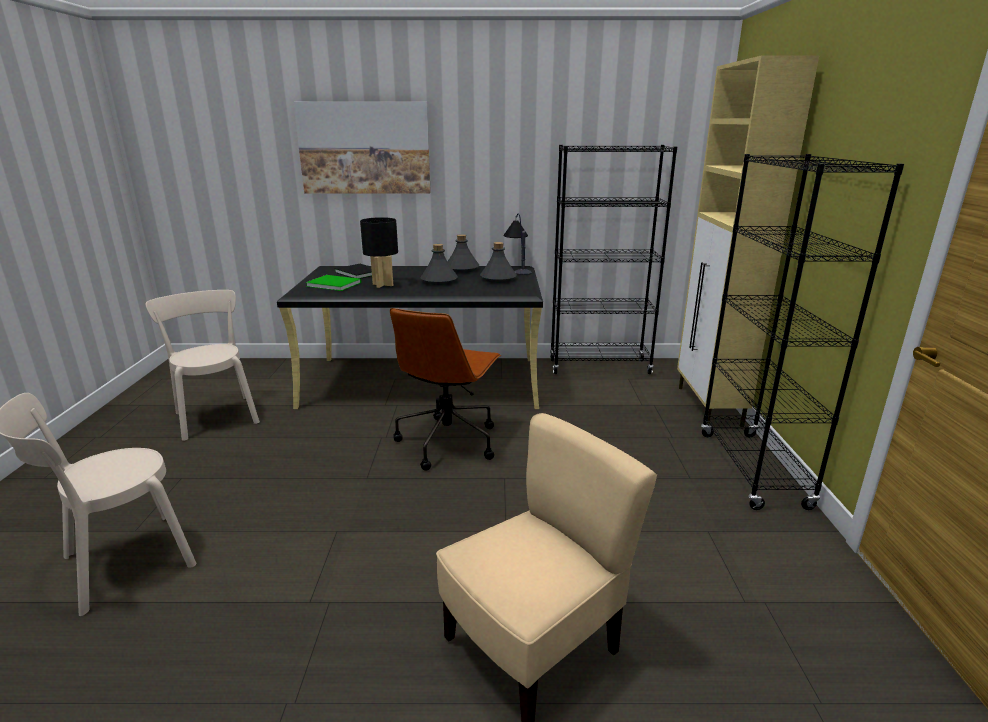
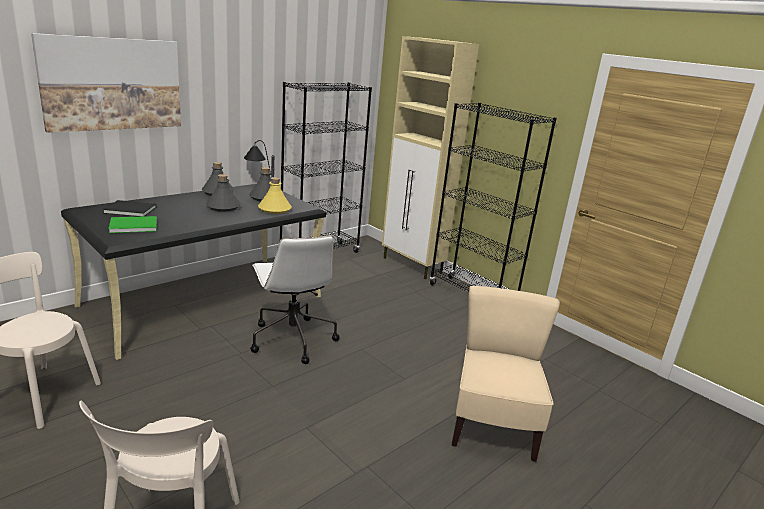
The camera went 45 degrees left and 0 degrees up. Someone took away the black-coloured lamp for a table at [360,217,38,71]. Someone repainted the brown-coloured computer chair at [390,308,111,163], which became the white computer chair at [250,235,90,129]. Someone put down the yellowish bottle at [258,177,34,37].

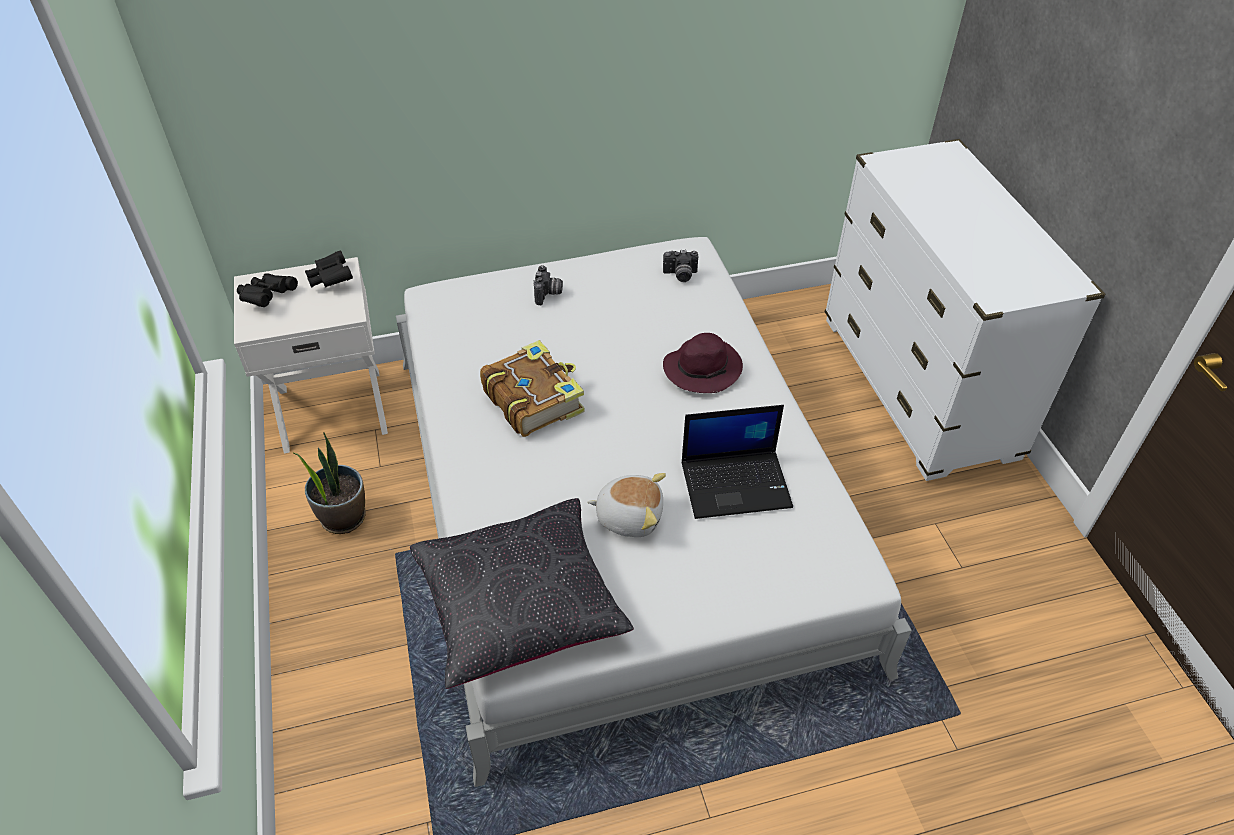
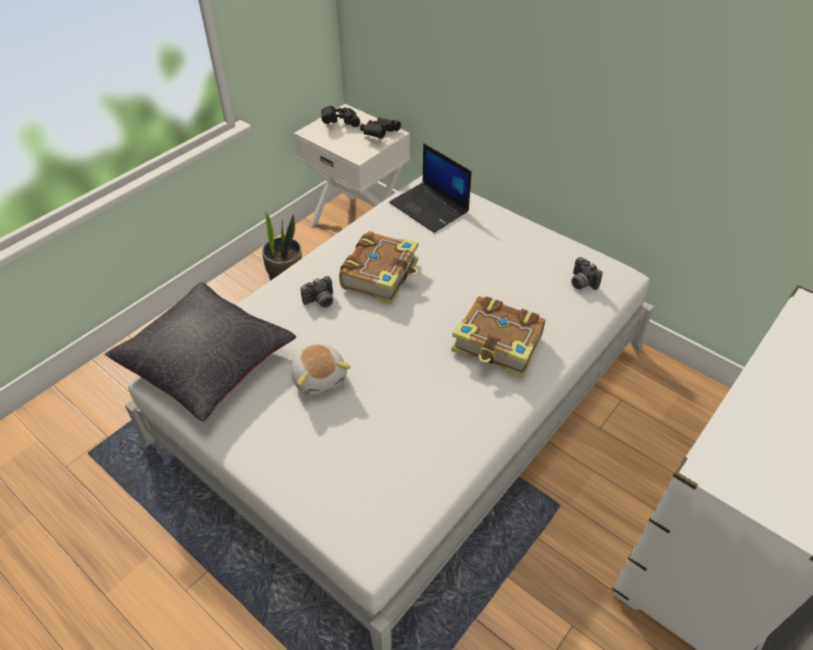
The camera went 55 degrees right and 0 degrees up. Someone carried the still camera from [534,265,29,40] to [300,276,33,32]. Someone swapped the purplish wearable hat at [663,333,80,60] for the book at [451,296,94,82]. Someone carried the laptop from [682,405,111,114] to [389,143,83,90].

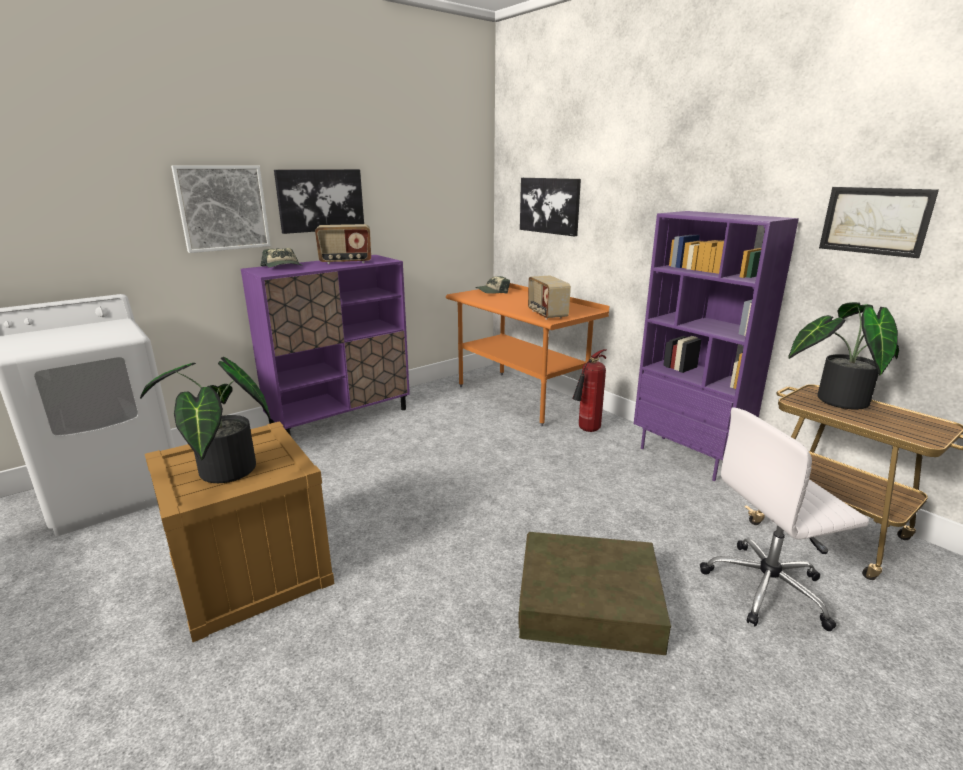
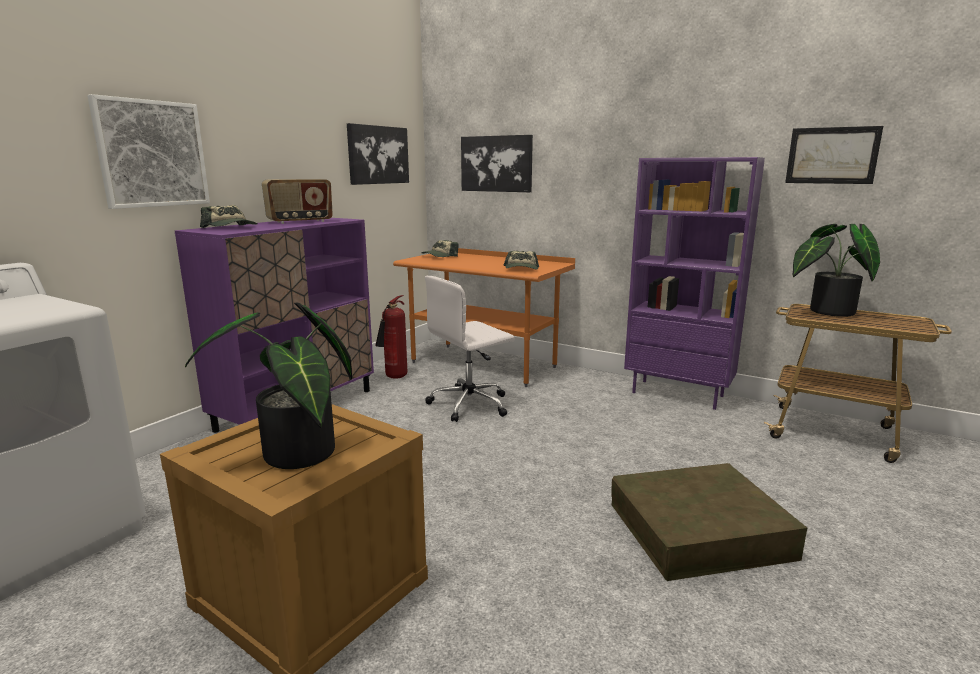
The camera went 20 degrees left and 5 degrees down. Someone carried the picture from [274,169,90,65] to [347,123,62,62]. Someone swapped the radio receiver at [528,275,43,45] for the peaked cap at [503,251,36,19]. Someone carried the extinguisher from [572,349,34,83] to [375,295,32,84]. Someone carried the white computer chair from [700,407,169,224] to [425,276,89,146].

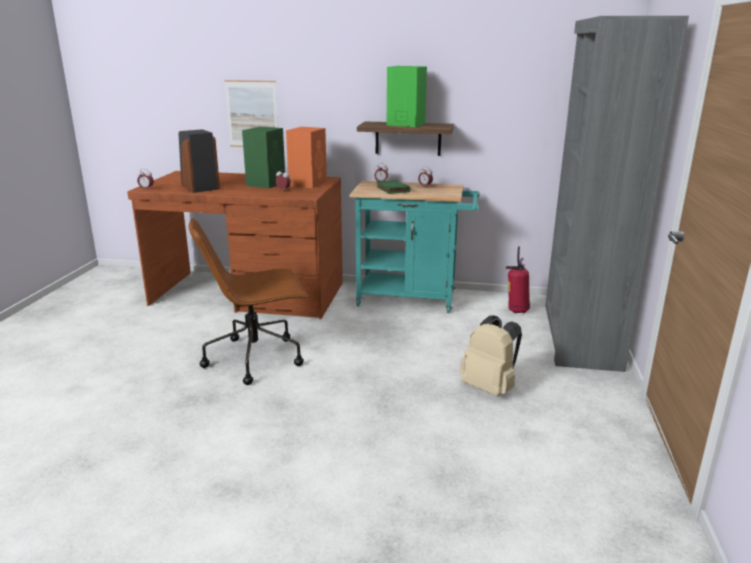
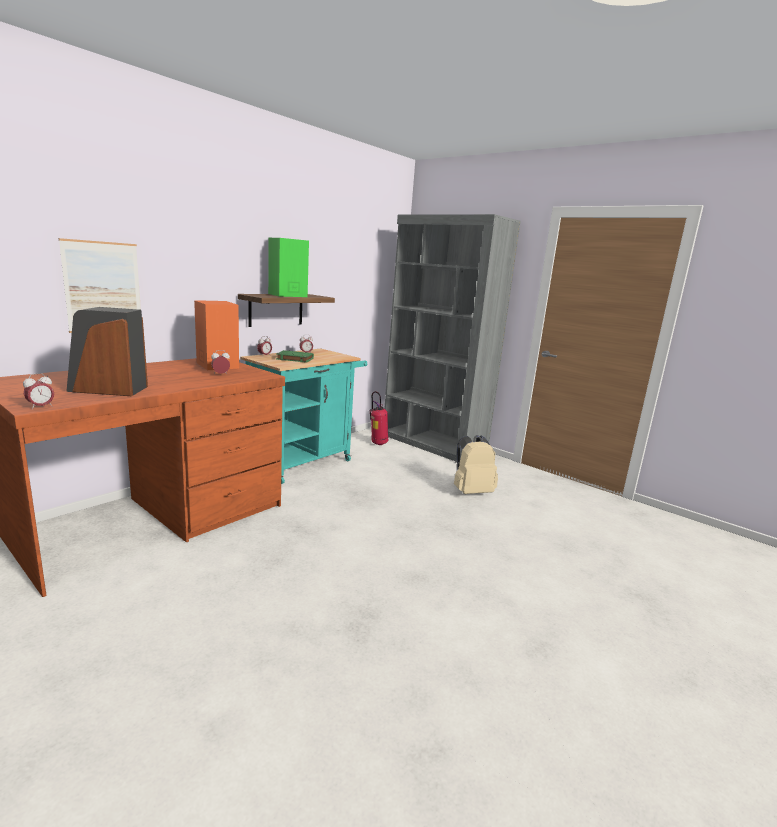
The camera went 60 degrees left and 5 degrees down. Someone took away the brown-coloured computer chair at [189,218,119,167]. Someone took away the greenish audio speaker at [242,127,43,61].

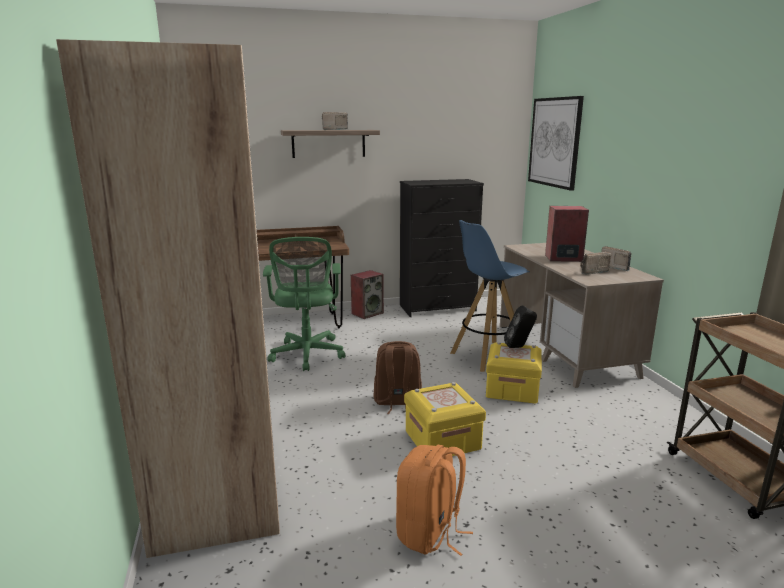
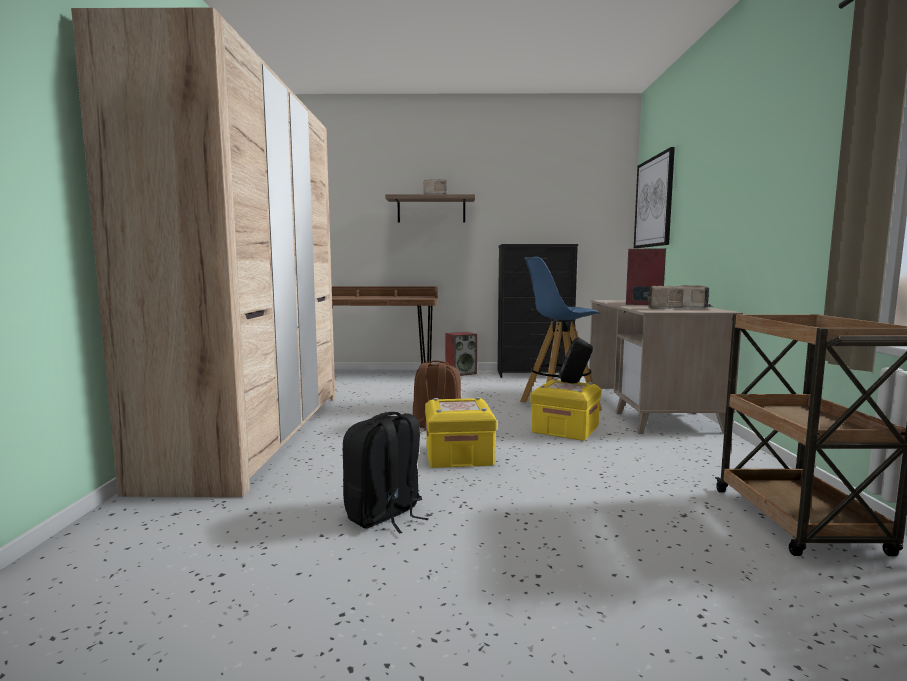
The camera went 15 degrees right and 10 degrees down. Someone took away the greenish computer chair at [263,237,83,134]. Someone repainted the orange rucksack at [396,445,77,111], which became the black-coloured rucksack at [343,412,86,122].

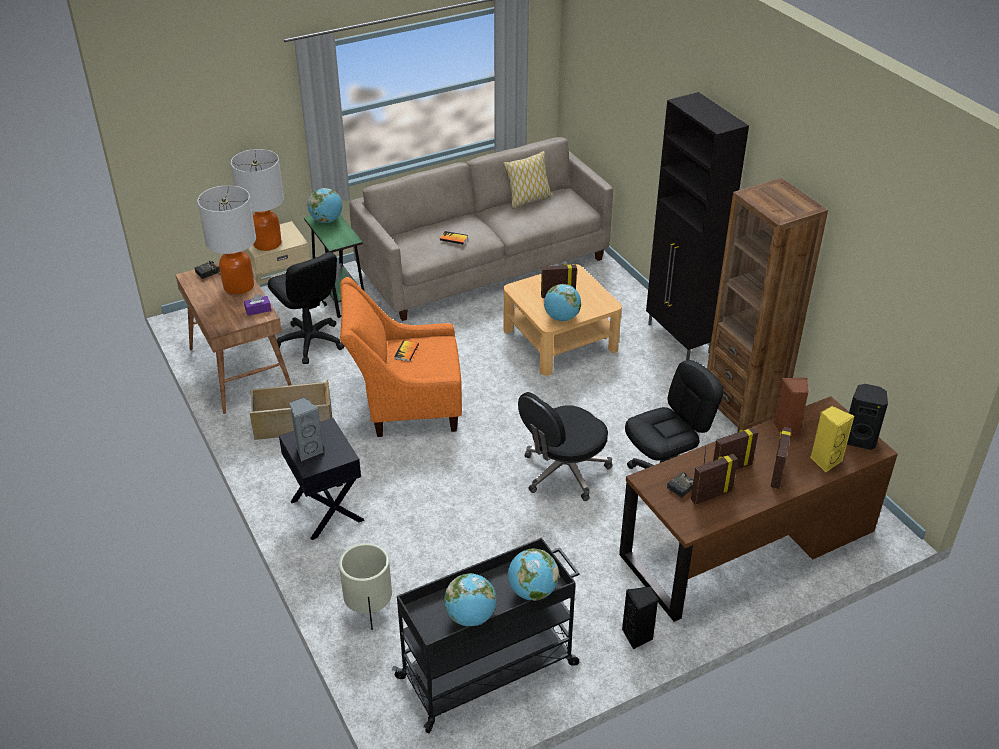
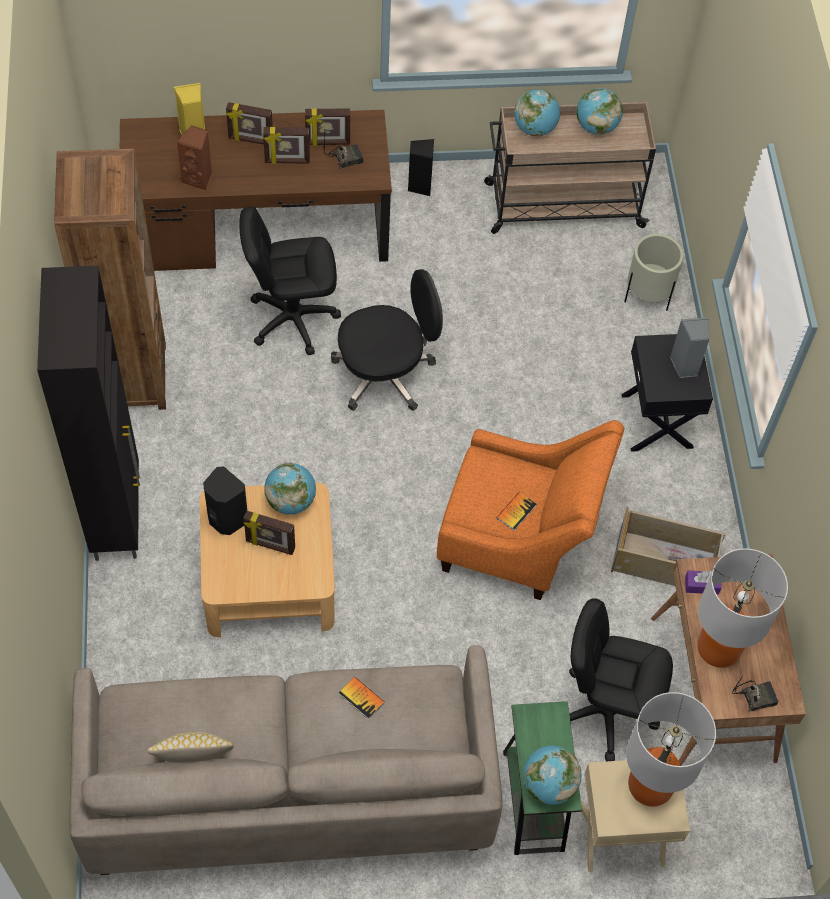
The camera went 160 degrees left and 20 degrees up. Someone rotated the black-coloured computer chair at [268,252,77,112] by 60 degrees counterclockwise. Someone repainted the black-coloured wheeled cart at [392,538,187,195], which became the beige wheeled cart at [484,102,172,132]. Someone rotated the standing frame at [771,427,20,62] by 60 degrees clockwise. Someone carried the black-coloured audio speaker from [847,384,41,66] to [203,466,44,69].

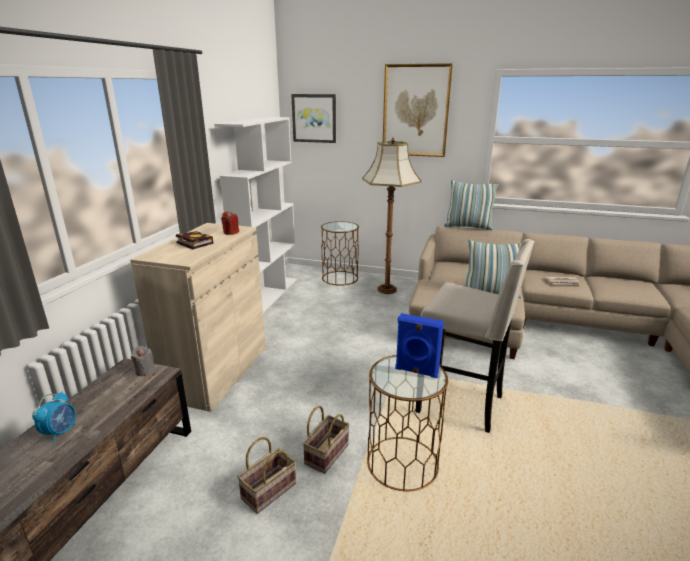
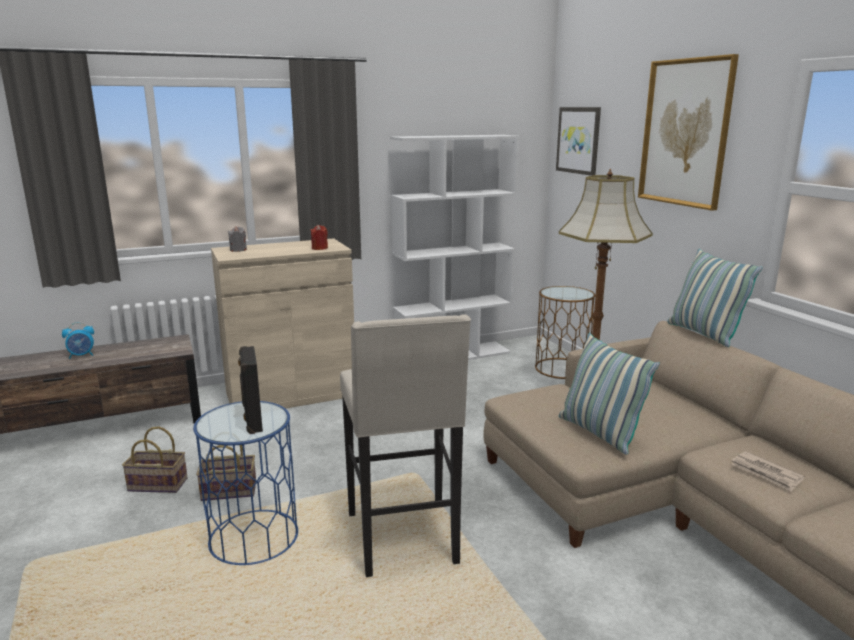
The camera went 50 degrees right and 5 degrees down. Someone carried the gray wax candle from [131,346,24,30] to [228,226,19,26]. Someone took away the book at [176,231,37,19]. Someone repainted the brown-coloured end table at [367,355,81,136], which became the blue end table at [193,401,105,164]. Someone repainted the blue audio speaker at [395,313,49,65], which became the black-coloured audio speaker at [238,346,25,88].

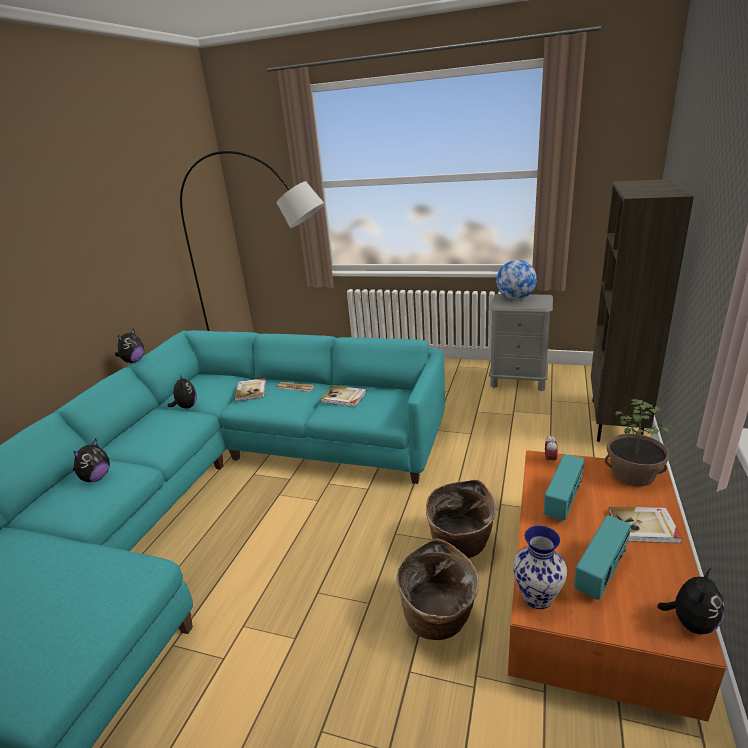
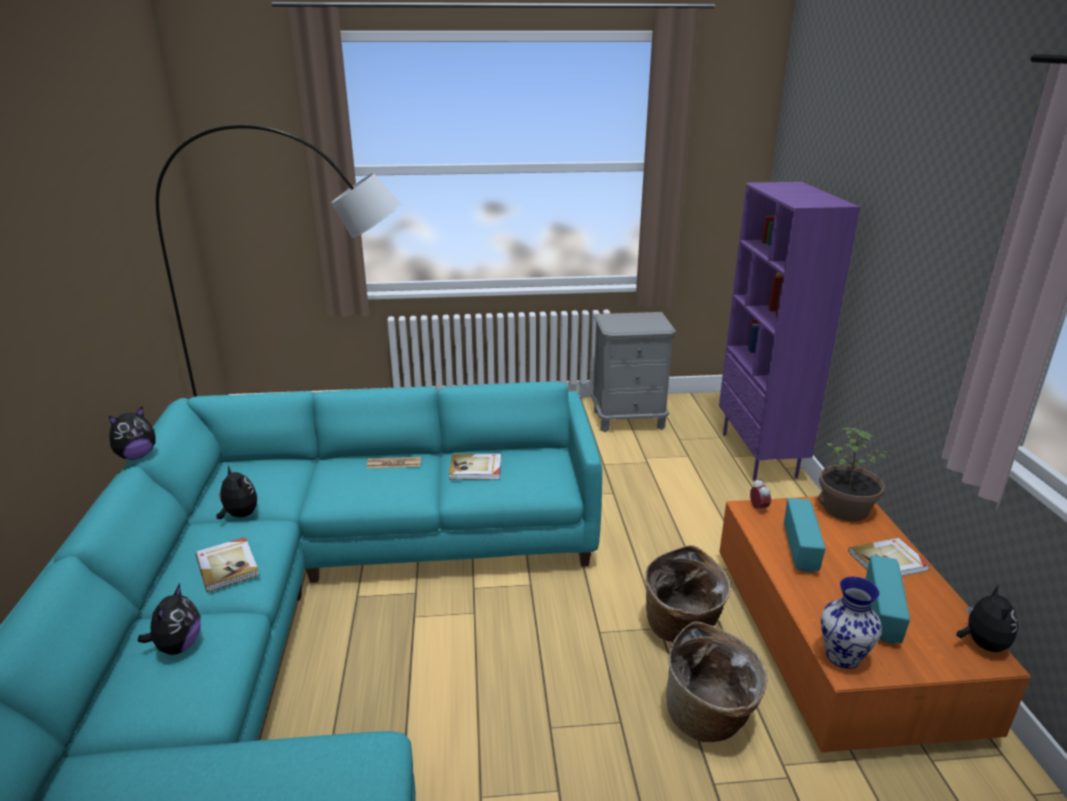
The camera went 25 degrees left and 0 degrees up. Someone rotated the soft toy at [115,328,29,35] by 45 degrees clockwise. Someone carried the book from [234,378,32,23] to [195,537,65,55]. Someone took away the world globe at [496,260,41,40]. Someone repainted the brown-coloured bookshelf at [591,179,103,263], which became the purplish bookshelf at [719,182,141,299].

